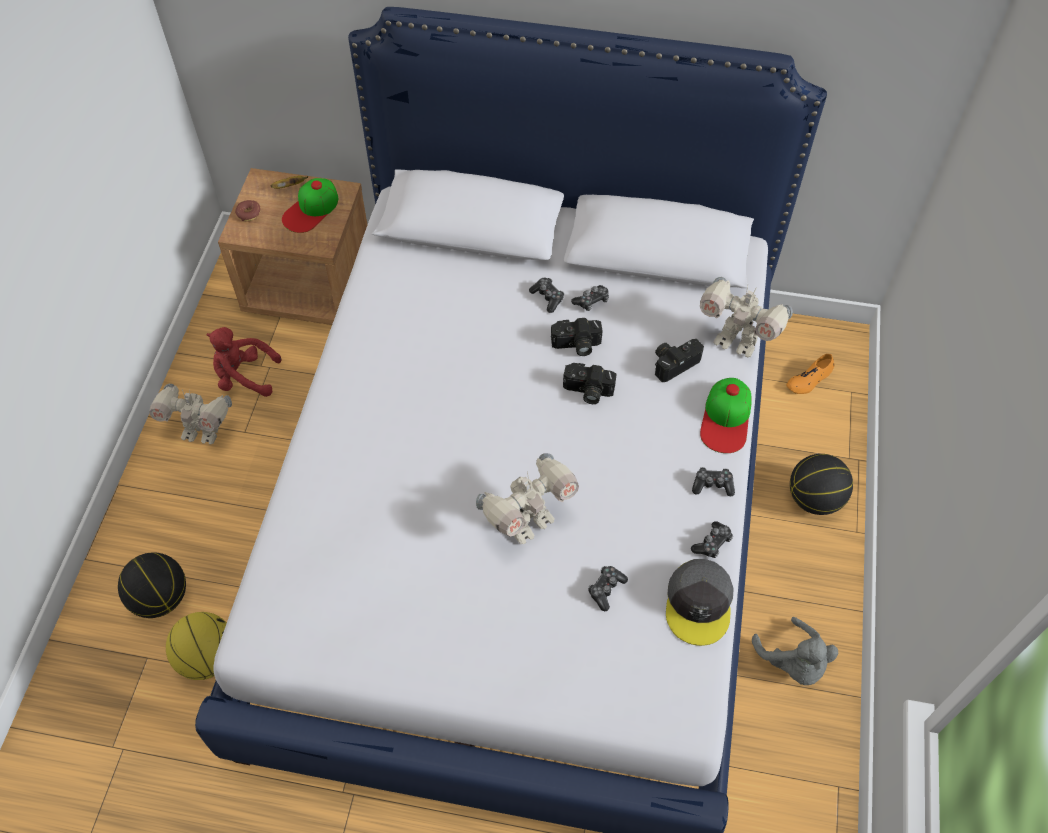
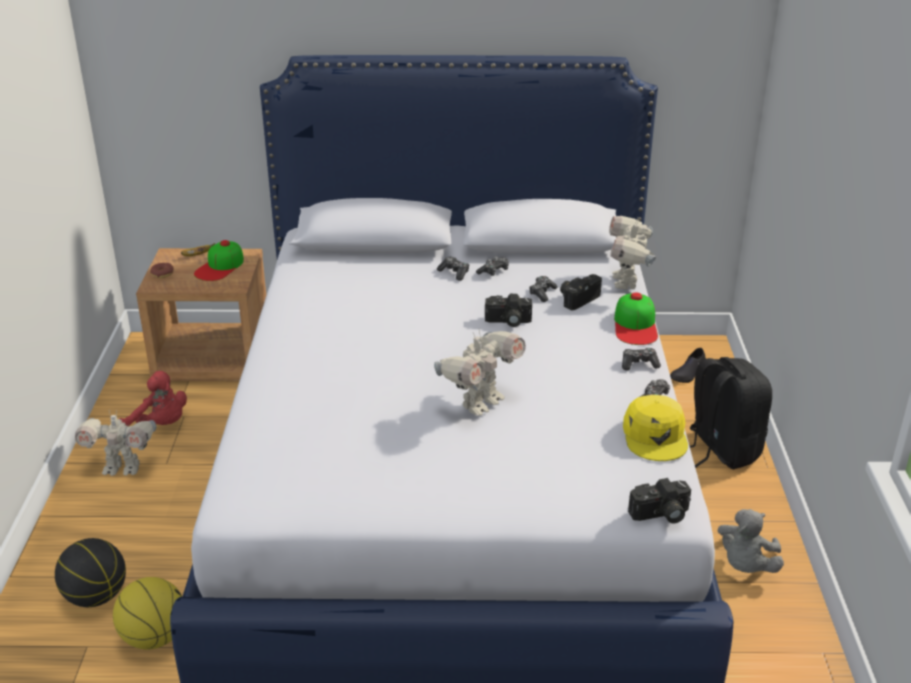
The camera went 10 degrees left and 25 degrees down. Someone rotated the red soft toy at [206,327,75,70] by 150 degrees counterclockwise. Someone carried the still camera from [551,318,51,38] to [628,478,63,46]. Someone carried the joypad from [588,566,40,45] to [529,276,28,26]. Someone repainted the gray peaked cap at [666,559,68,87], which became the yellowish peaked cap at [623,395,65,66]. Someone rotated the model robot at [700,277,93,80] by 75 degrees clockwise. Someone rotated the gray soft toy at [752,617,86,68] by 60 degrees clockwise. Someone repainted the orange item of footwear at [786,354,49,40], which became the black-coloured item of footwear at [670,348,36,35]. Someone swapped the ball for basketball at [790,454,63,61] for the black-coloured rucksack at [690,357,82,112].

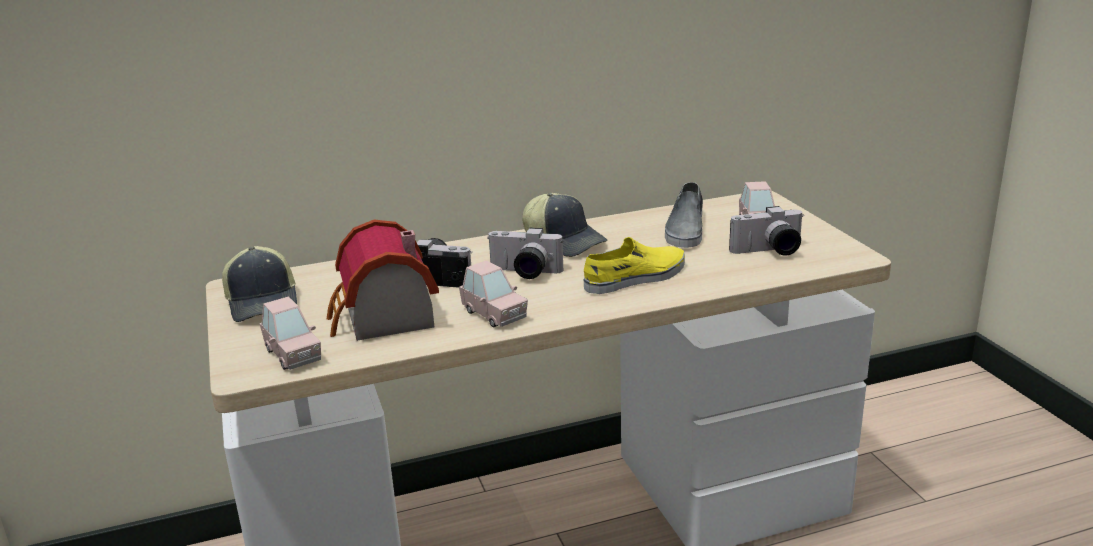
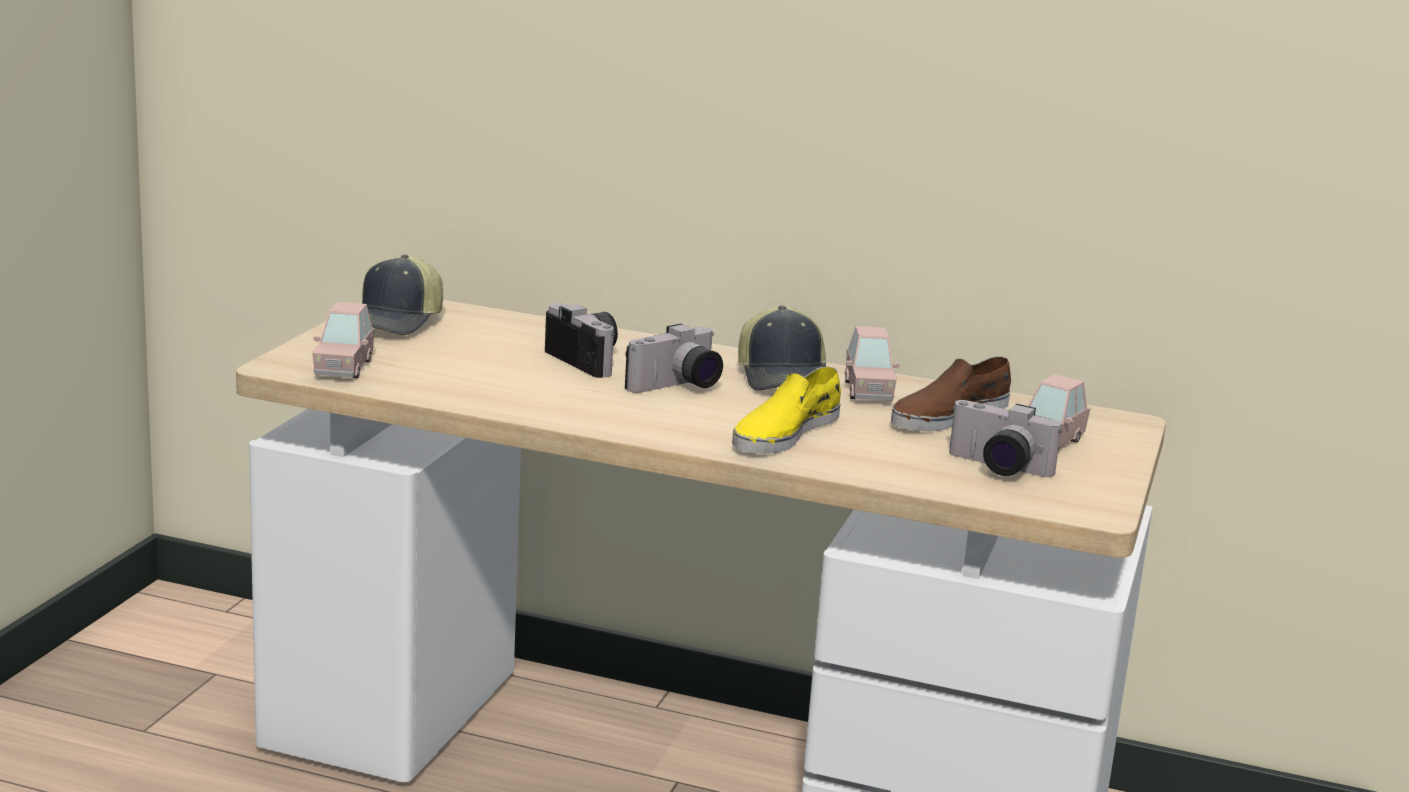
The camera went 35 degrees right and 5 degrees down. Someone took away the miniature house at [327,220,112,121]. Someone carried the pink miniature car from [459,260,69,67] to [845,326,55,75]. Someone rotated the still camera at [487,227,76,52] by 90 degrees counterclockwise. Someone rotated the yellowish item of footwear at [583,237,102,57] by 120 degrees clockwise. Someone repainted the gray item of footwear at [665,182,38,66], which became the brown-coloured item of footwear at [891,356,120,75].

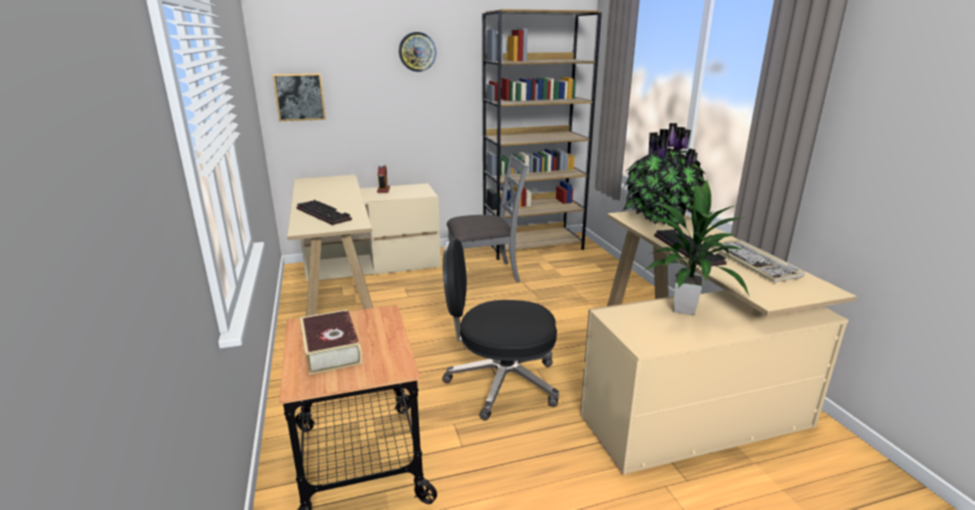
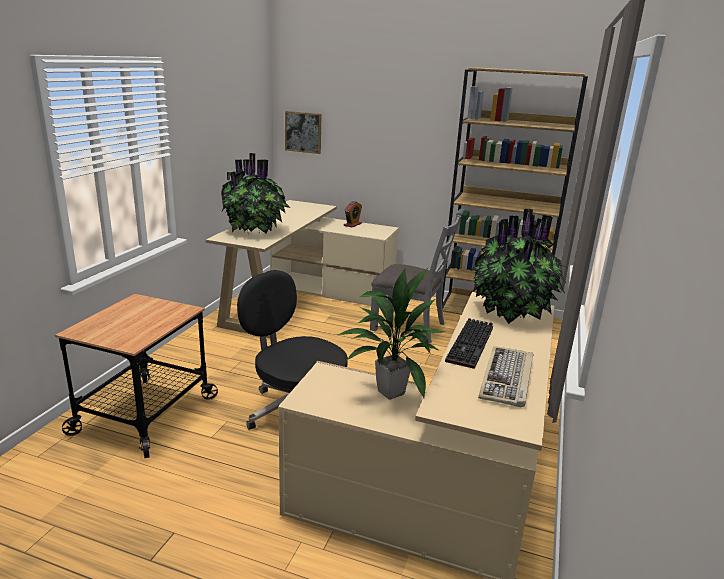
The camera went 35 degrees right and 0 degrees up. Someone swapped the computer keyboard at [296,200,56,25] for the houseplant at [221,153,69,81]. Someone took away the book at [300,309,62,66]. Someone took away the hanging clock at [399,32,37,40].

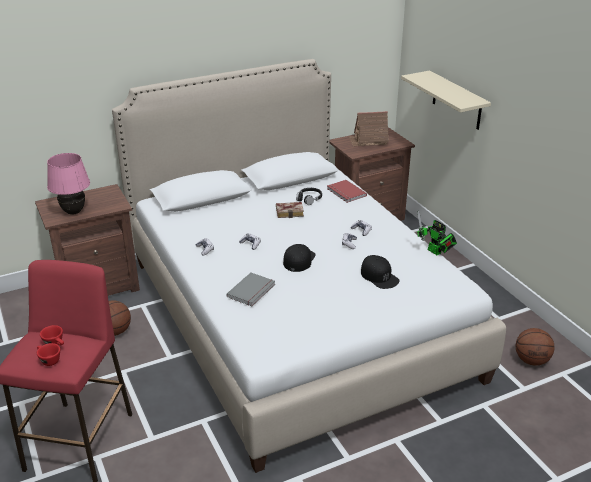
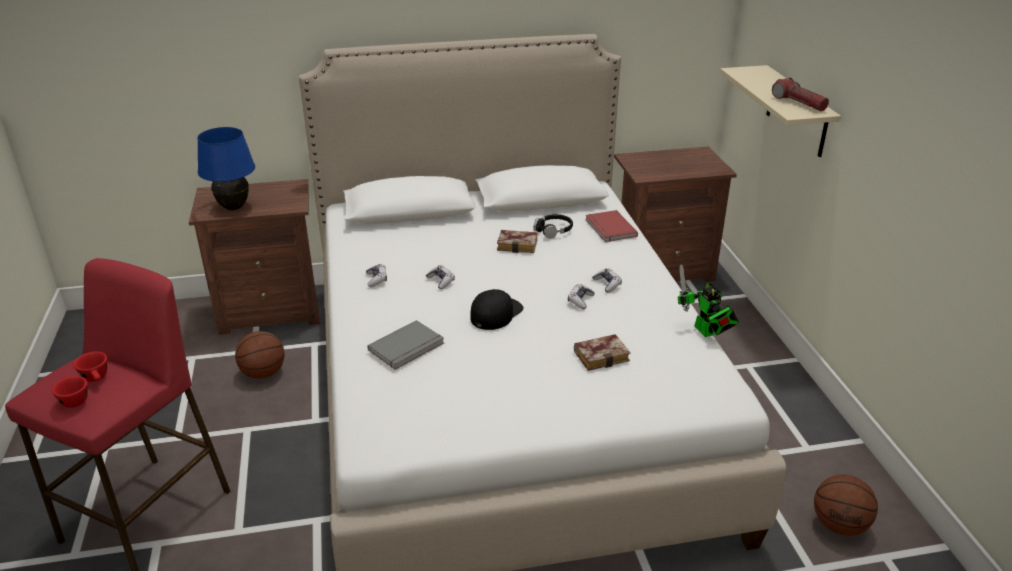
The camera went 15 degrees right and 0 degrees up. Someone repainted the pink lamp for a table at [47,153,43,62], which became the blue lamp for a table at [197,127,58,83]. Someone took away the miniature house at [349,111,40,35]. Someone swapped the black-coloured peaked cap at [361,255,38,34] for the book at [574,334,57,37]. Someone put down the flashlight at [772,78,57,33].

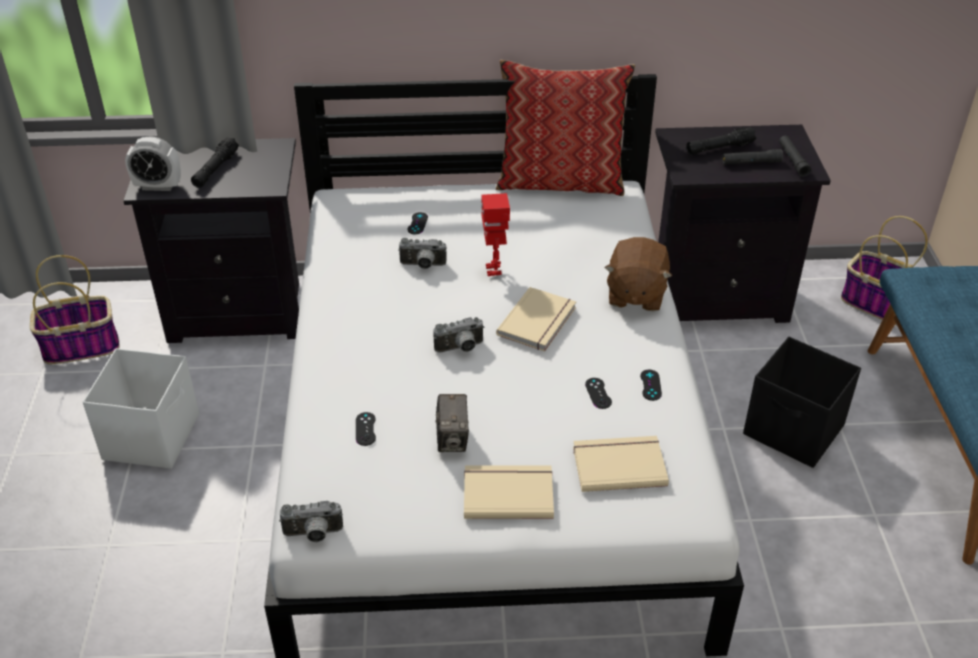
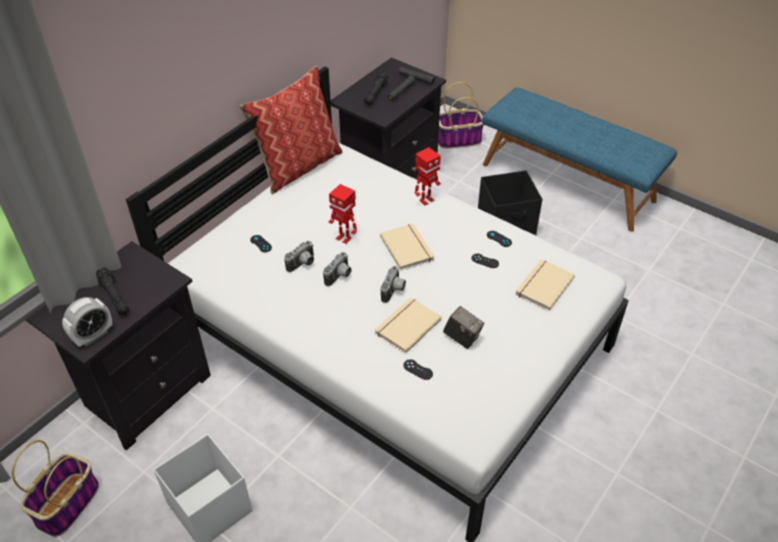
The camera went 50 degrees left and 5 degrees up. Someone carried the still camera from [279,501,64,41] to [323,252,29,34]. Someone carried the beige book from [464,465,90,54] to [375,297,67,57]. Someone swapped the brown-coloured soft toy at [605,237,67,74] for the model robot at [415,147,26,59].

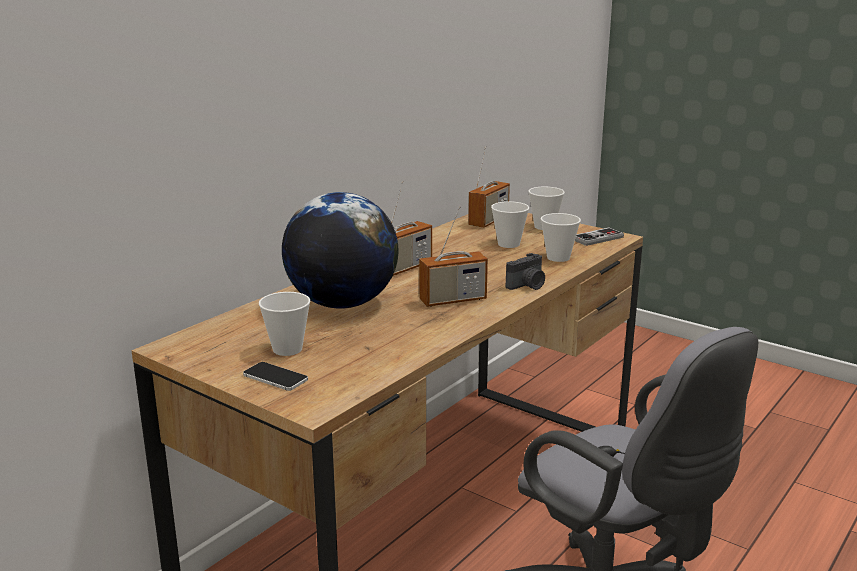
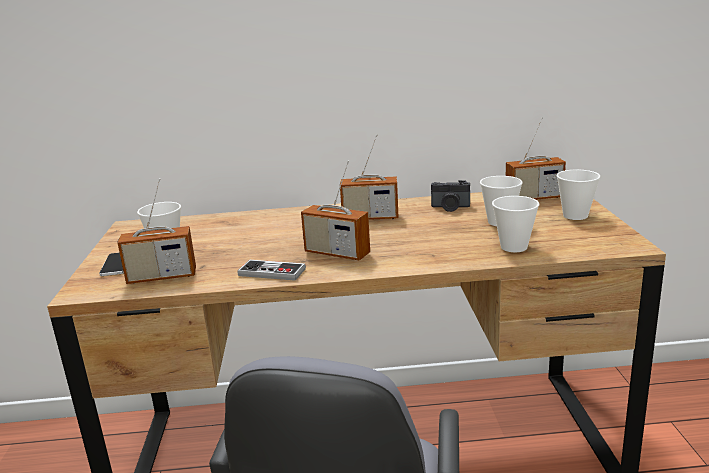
The camera went 50 degrees right and 0 degrees up. Someone took away the world globe at [282,192,116,117]. Someone carried the still camera from [506,253,39,37] to [431,180,39,32]. Someone carried the joypad from [575,227,49,19] to [237,260,69,21]. Someone put down the radio receiver at [117,178,79,106].

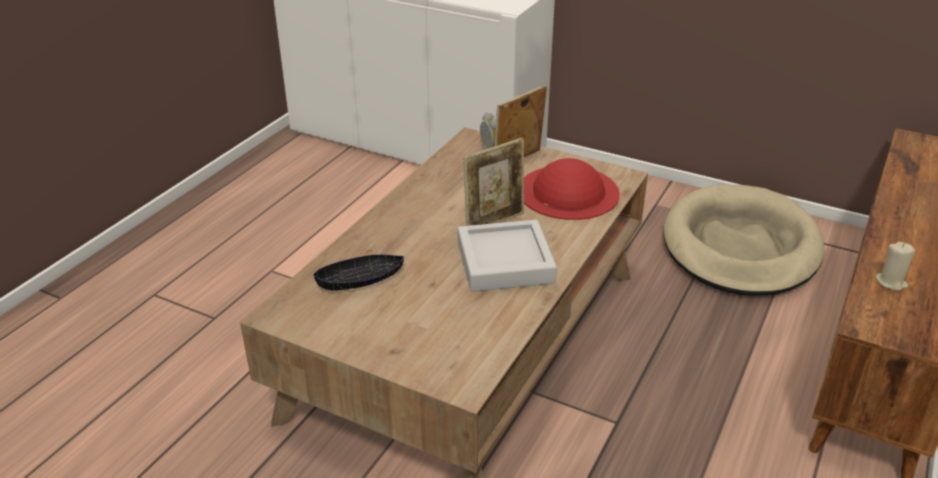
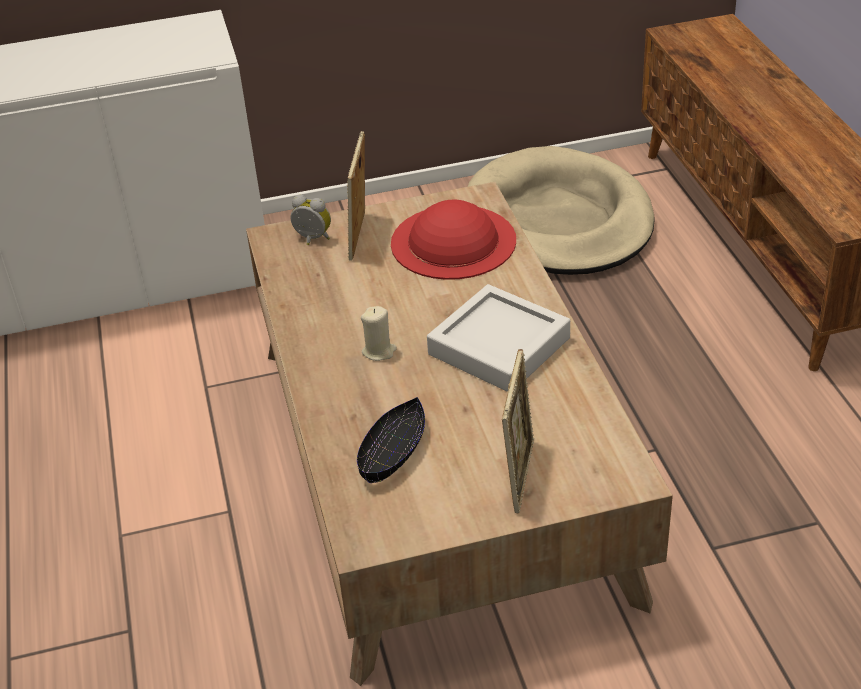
The camera went 40 degrees left and 5 degrees up. Someone carried the standing frame from [463,138,61,88] to [502,349,32,164]. Someone carried the beige wax candle from [876,242,39,49] to [361,306,36,55].

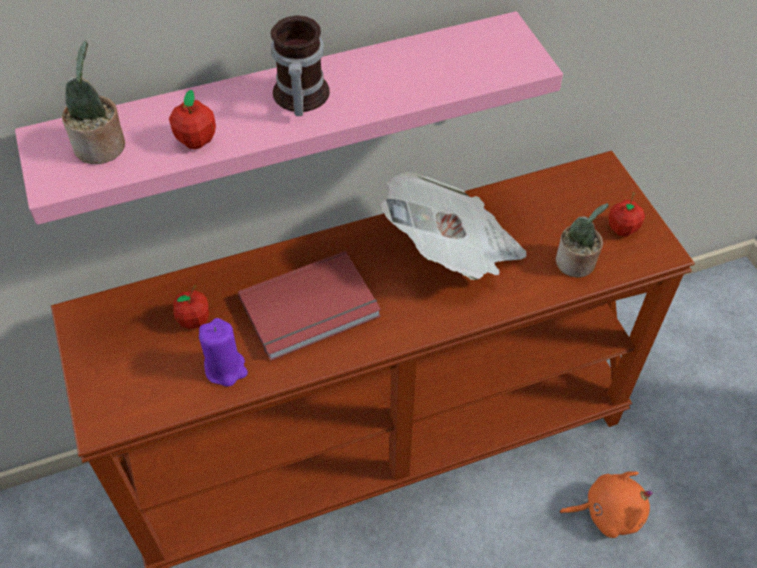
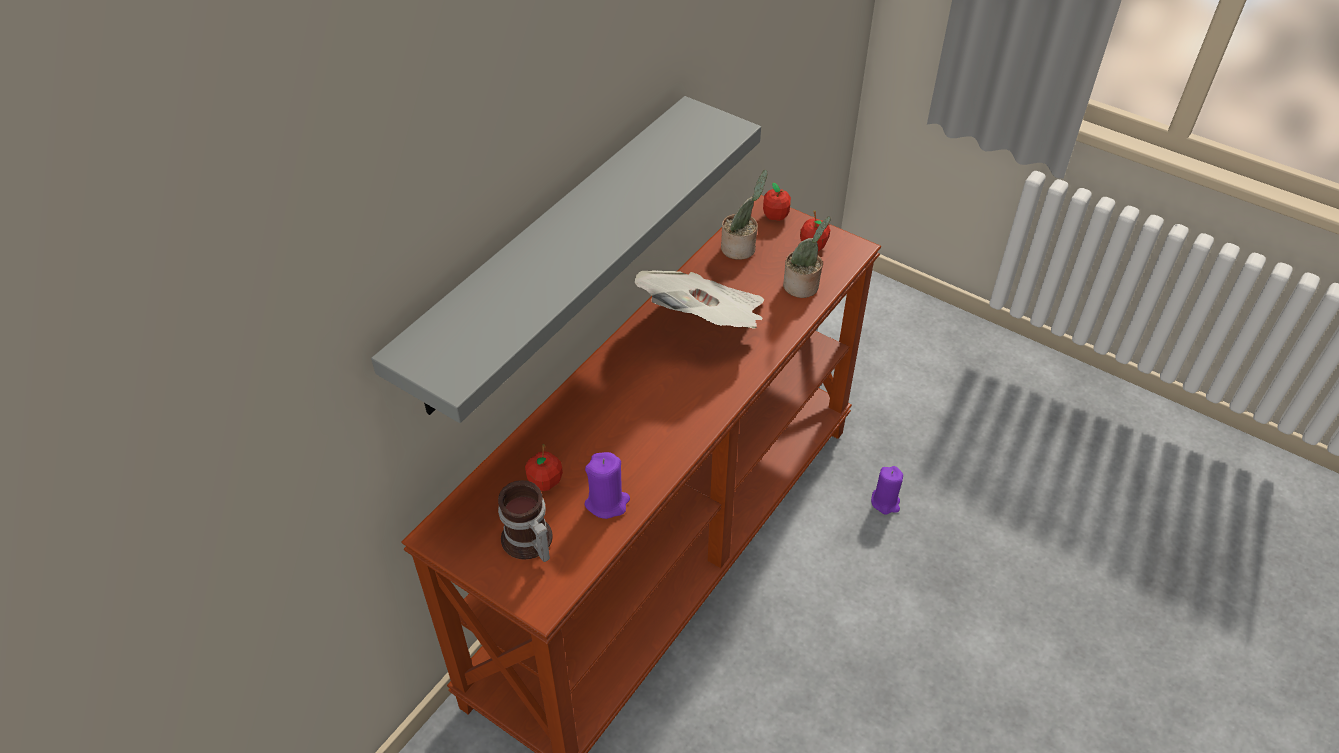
The camera went 35 degrees left and 5 degrees down. Someone repainted the pink wall shelf at [15,11,548,214], which became the gray wall shelf at [371,96,390,327]. Someone carried the houseplant from [62,41,63,123] to [721,170,47,90]. Someone carried the whole apple from [169,90,47,59] to [763,182,28,39]. Someone took away the red book at [238,251,143,110]. Someone carried the tea mug from [271,16,59,100] to [498,480,55,82]. Someone swapped the orange soft toy at [560,471,93,67] for the purplish wax candle at [871,466,32,48].

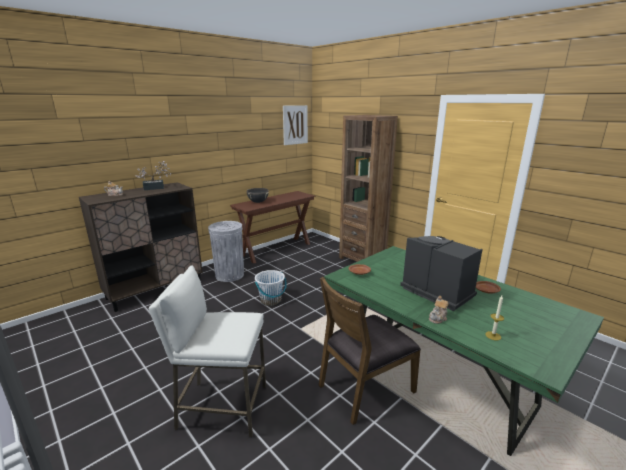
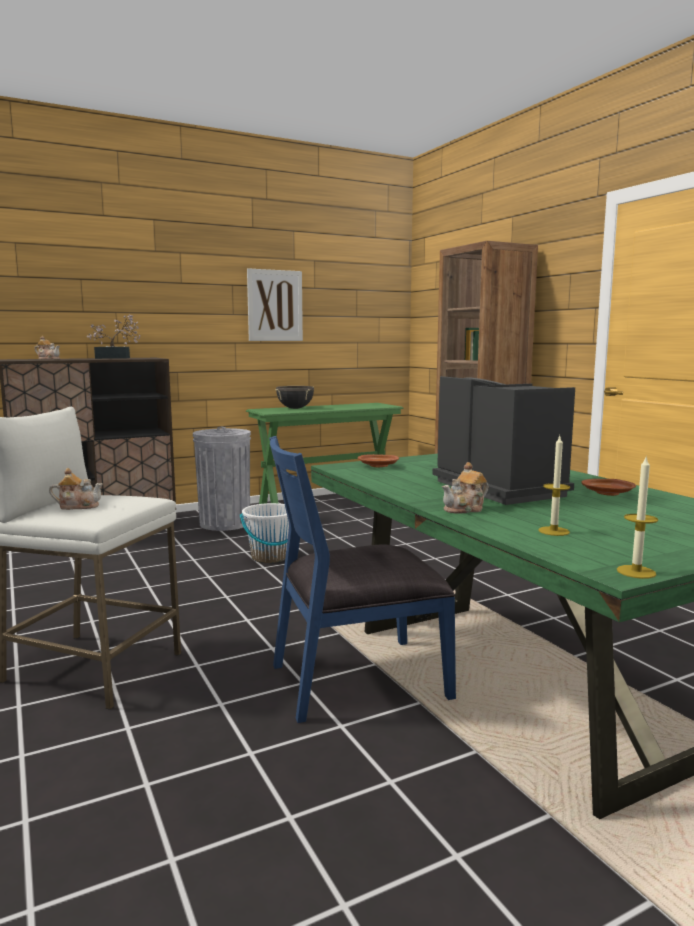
The camera went 15 degrees right and 10 degrees down. Someone repainted the brown-coloured console table at [230,191,85,73], which became the greenish console table at [246,403,157,101]. Someone carried the picture from [283,105,25,40] to [247,268,56,73]. Someone repainted the brown-coloured plain chair at [318,277,103,148], which became the blue plain chair at [269,436,187,287]. Someone put down the teapot at [49,468,54,42]. Someone put down the wax candle at [617,457,41,122].

